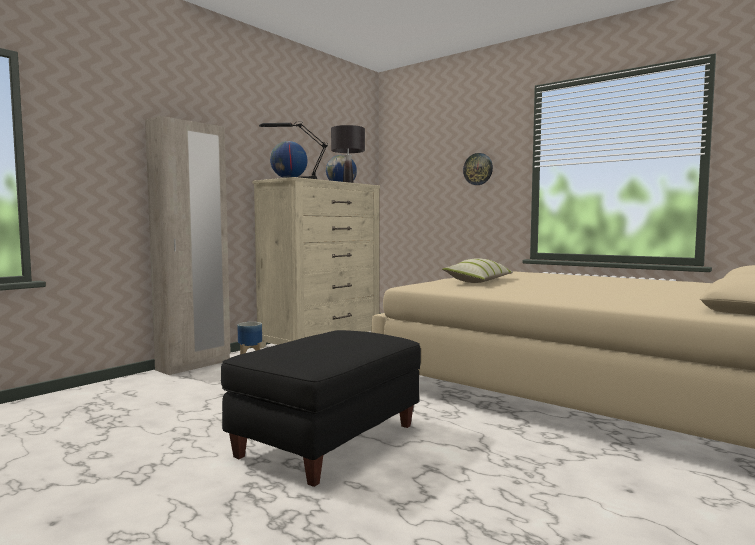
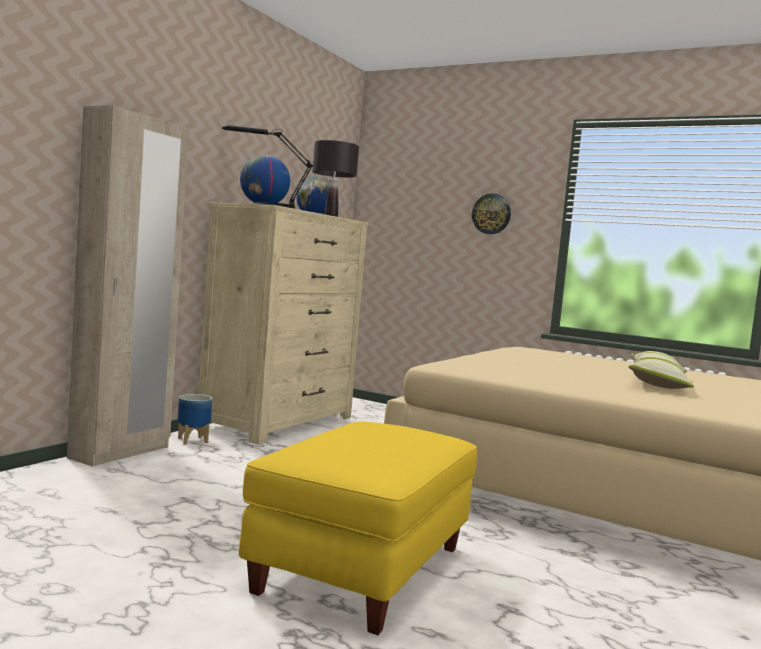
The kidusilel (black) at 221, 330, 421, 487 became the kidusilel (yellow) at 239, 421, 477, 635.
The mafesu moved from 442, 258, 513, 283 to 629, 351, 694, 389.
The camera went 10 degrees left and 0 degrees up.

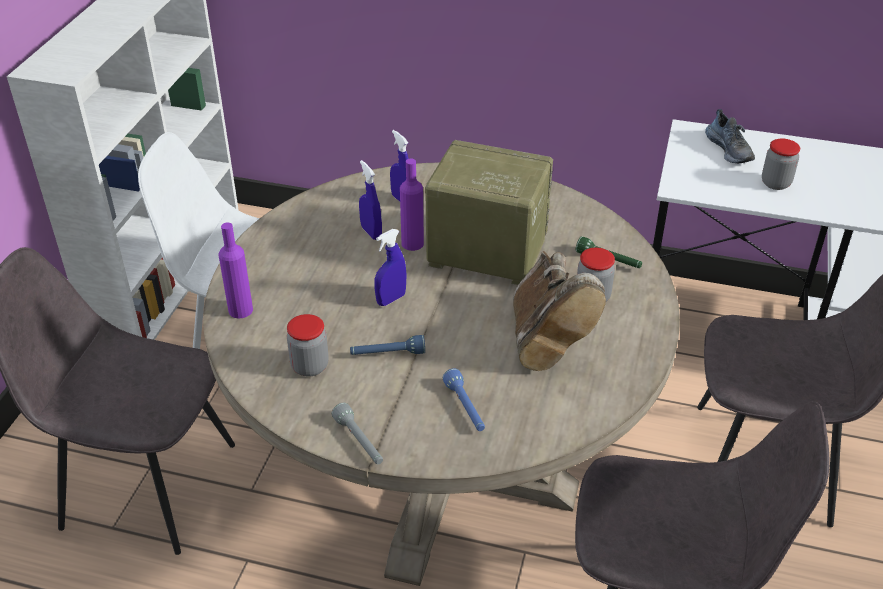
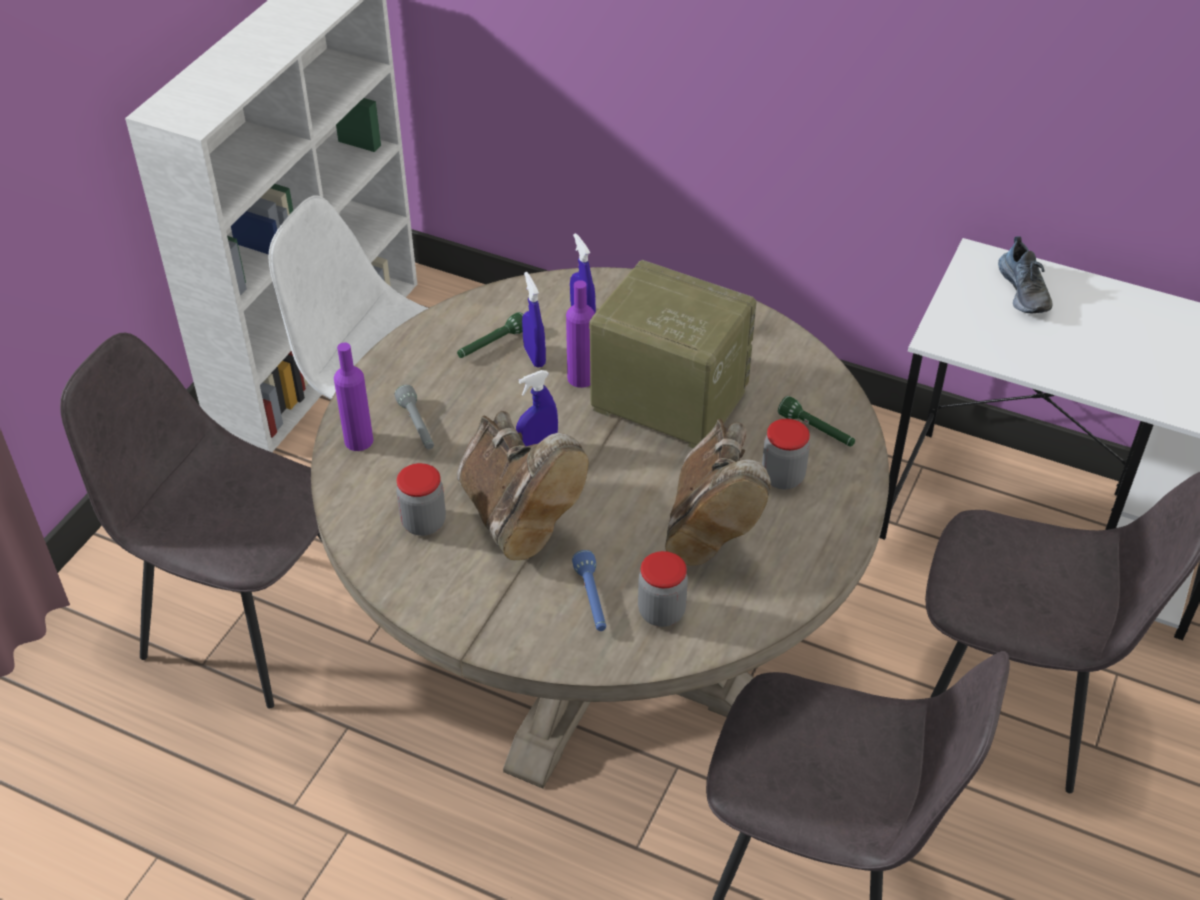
The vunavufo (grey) moved from 332, 402, 383, 464 to 395, 385, 434, 449.
The vunavufo (blue) at 350, 335, 425, 355 was replaced by the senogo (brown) at 457, 411, 589, 560.
The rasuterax moved from 762, 139, 800, 190 to 638, 551, 688, 627.
The vunavufo (green) at 457, 312, 523, 358 appeared.
The camera went 10 degrees right and 5 degrees up.

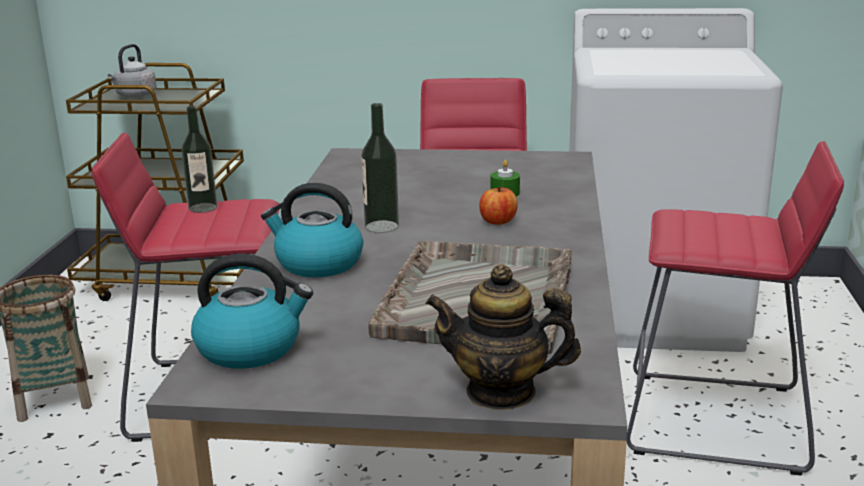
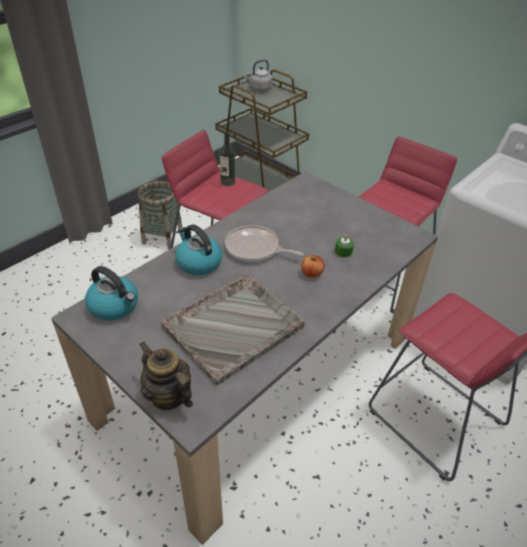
The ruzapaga at 361, 103, 399, 233 was replaced by the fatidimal at 225, 225, 304, 262.
The camera went 35 degrees right and 20 degrees up.

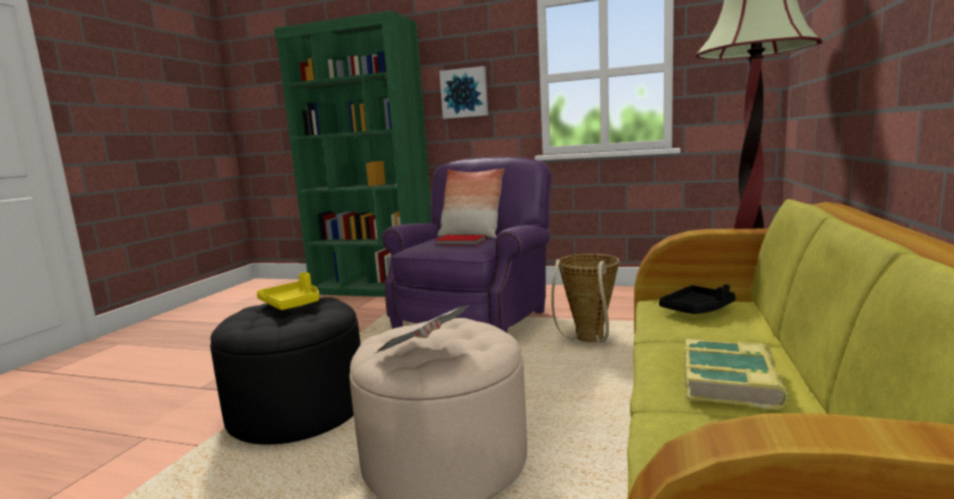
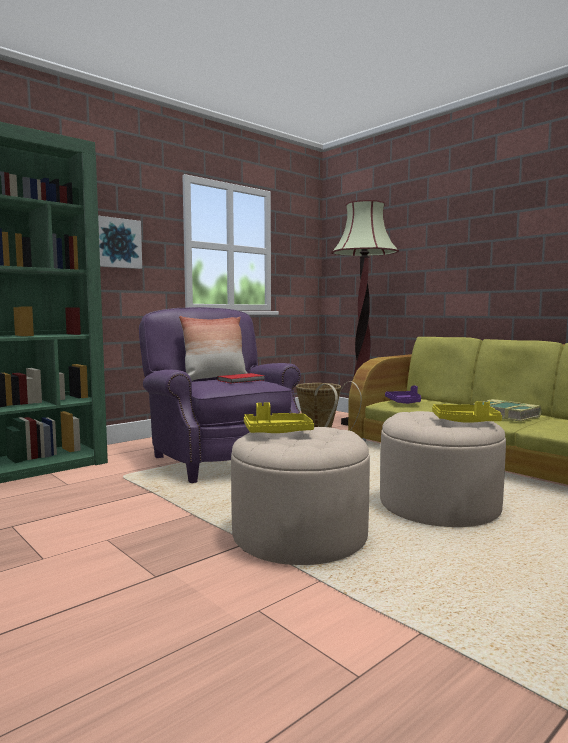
The kidusilel (black) at 210, 297, 361, 445 became the kidusilel (beige) at 231, 427, 370, 565.
The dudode at 376, 305, 469, 353 was replaced by the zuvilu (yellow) at 432, 401, 502, 423.
The zuvilu (black) at 659, 284, 736, 314 became the zuvilu (purple) at 385, 385, 421, 404.
The camera went 60 degrees left and 5 degrees down.

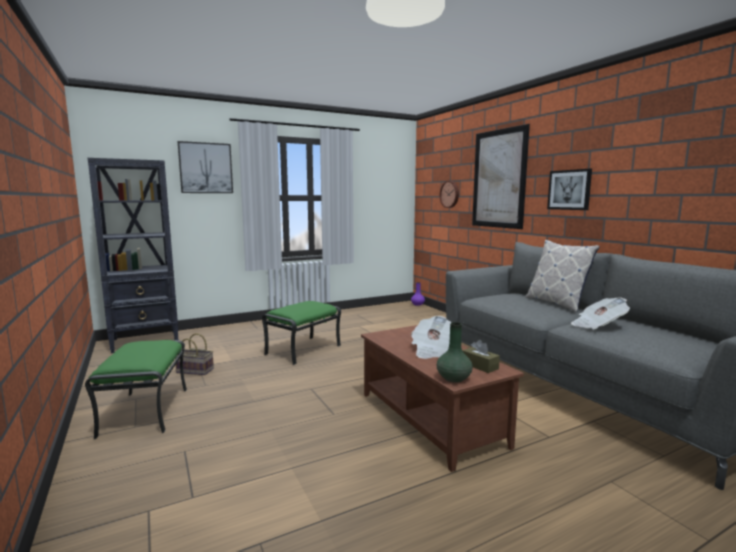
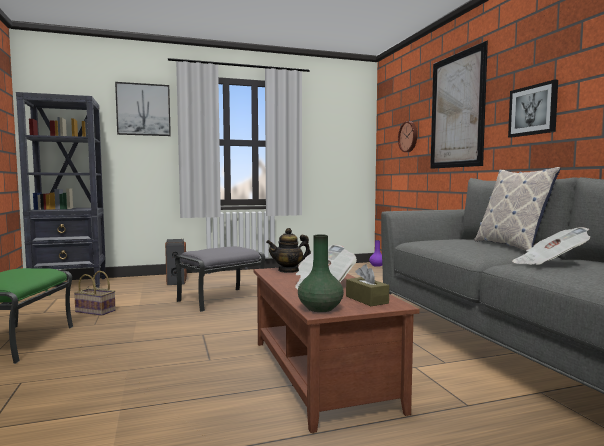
The kidusilel (green) at 262, 301, 341, 365 became the kidusilel (grey) at 175, 246, 265, 312.
The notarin at 165, 239, 187, 285 appeared.
The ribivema at 266, 228, 311, 273 appeared.
The camera went 10 degrees right and 5 degrees down.

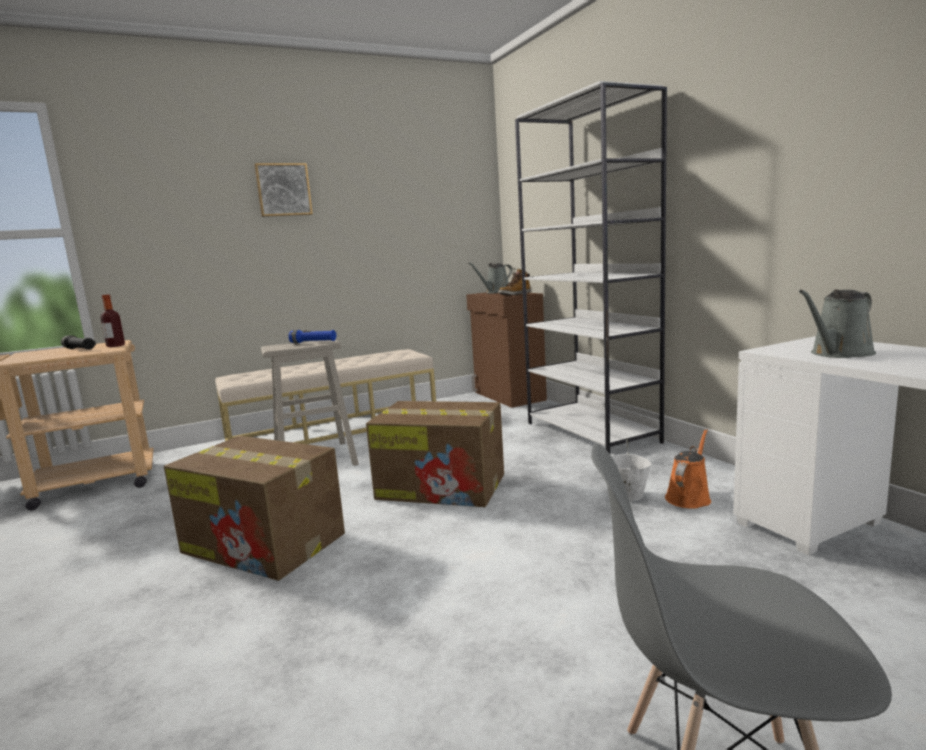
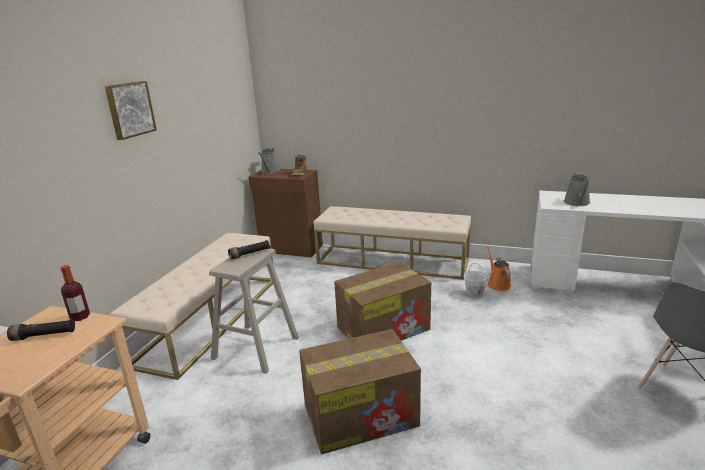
The vunavufo (blue) at 289, 330, 337, 343 became the vunavufo (black) at 228, 240, 270, 260.
The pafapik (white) at 515, 81, 667, 454 was replaced by the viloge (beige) at 314, 206, 471, 280.
The camera went 45 degrees left and 10 degrees up.

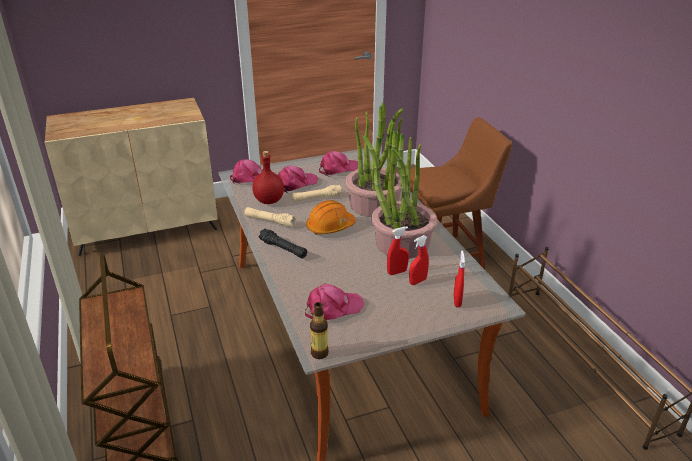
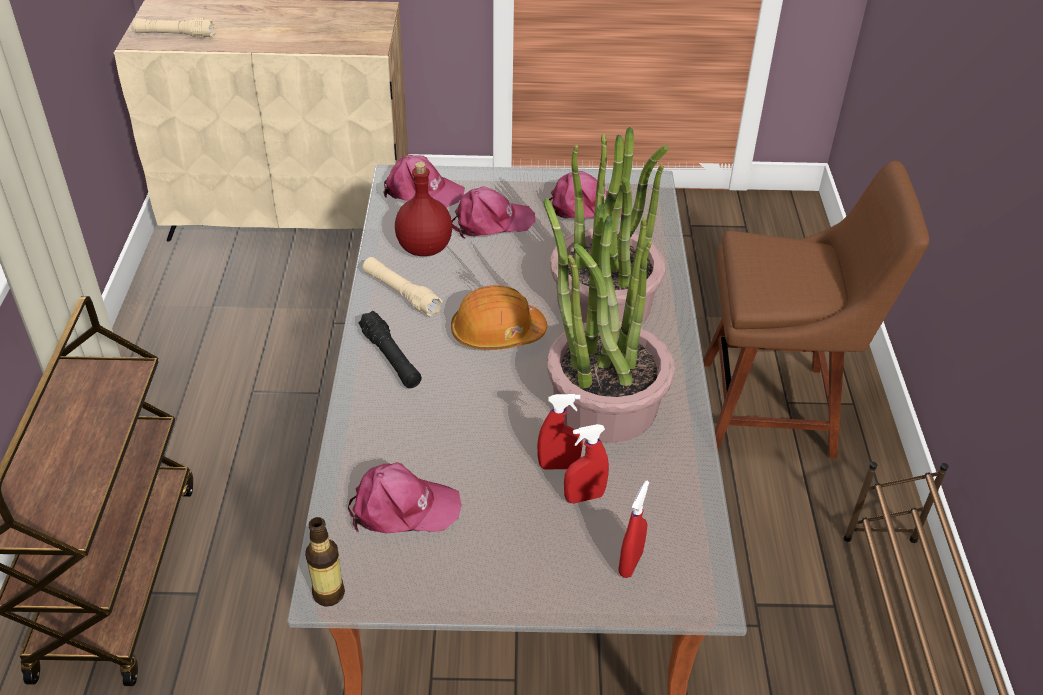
The vunavufo (beige) moved from 292, 185, 342, 202 to 133, 18, 215, 38.
The camera went 20 degrees right and 10 degrees up.

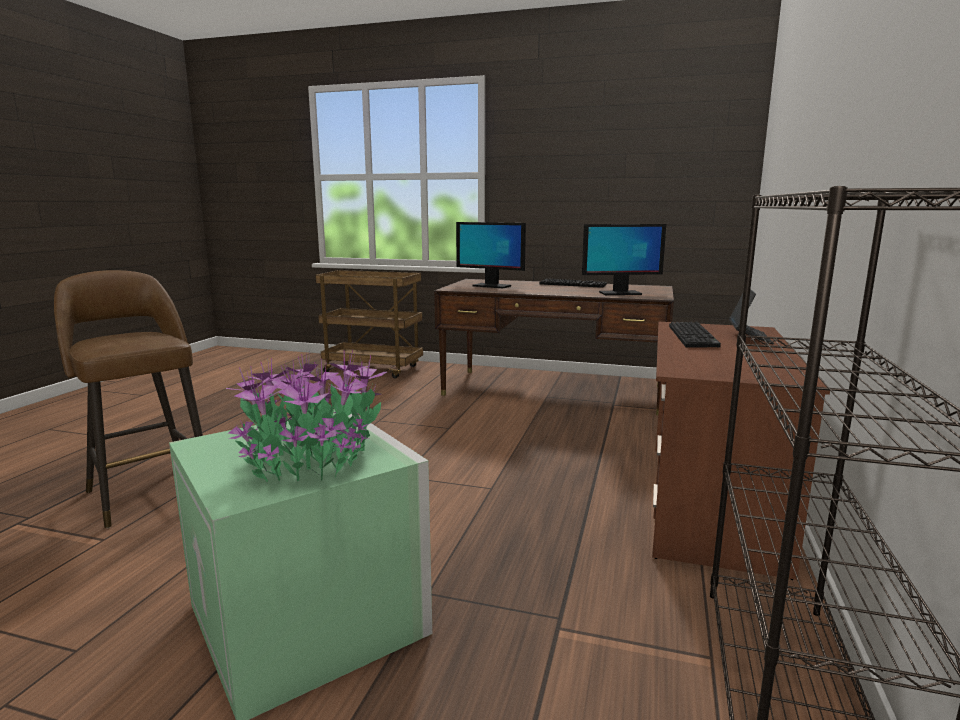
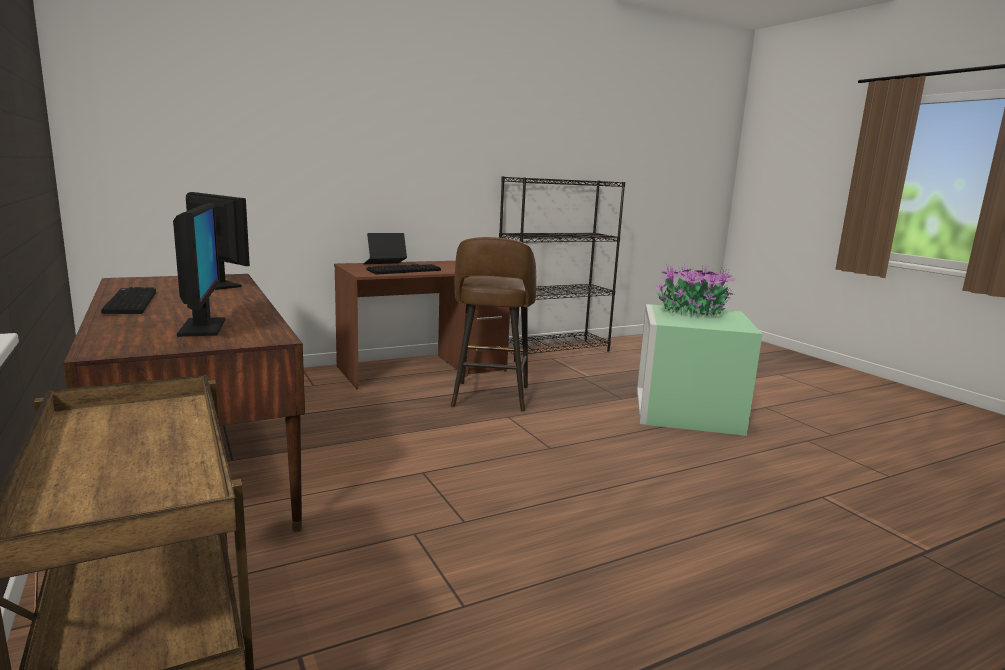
The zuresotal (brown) moved from 54, 270, 203, 528 to 451, 237, 536, 412.
The camera went 135 degrees left and 0 degrees up.

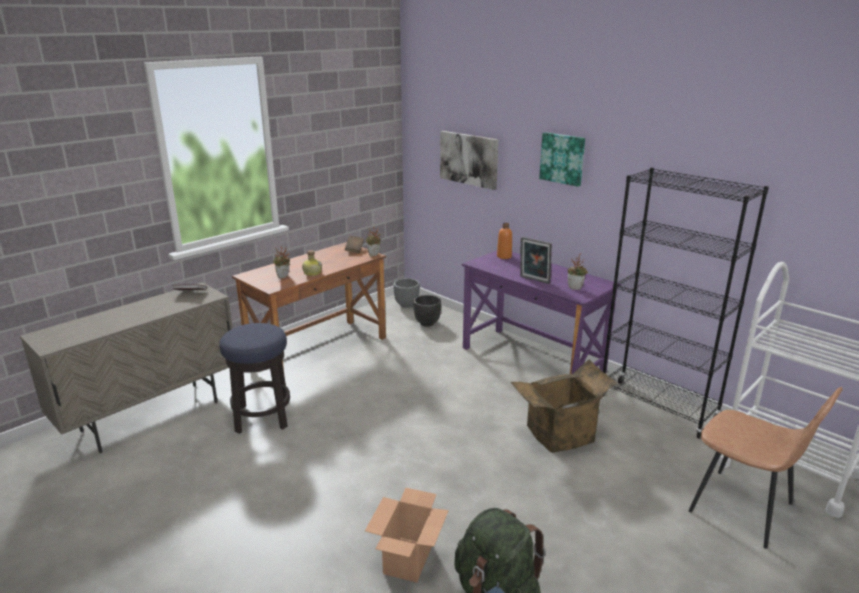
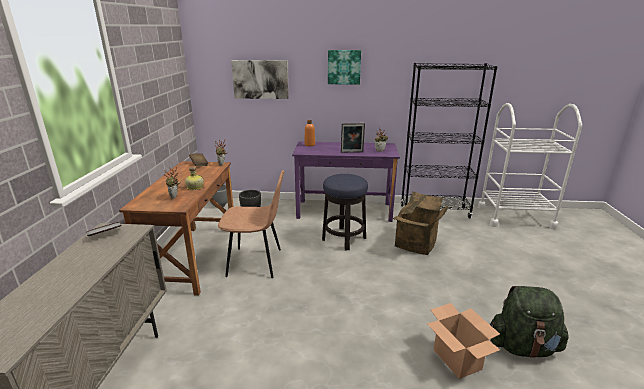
The zuresotal moved from 219, 323, 290, 434 to 322, 174, 368, 250.
The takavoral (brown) moved from 688, 387, 843, 549 to 218, 170, 284, 278.
The camera went 40 degrees left and 0 degrees up.

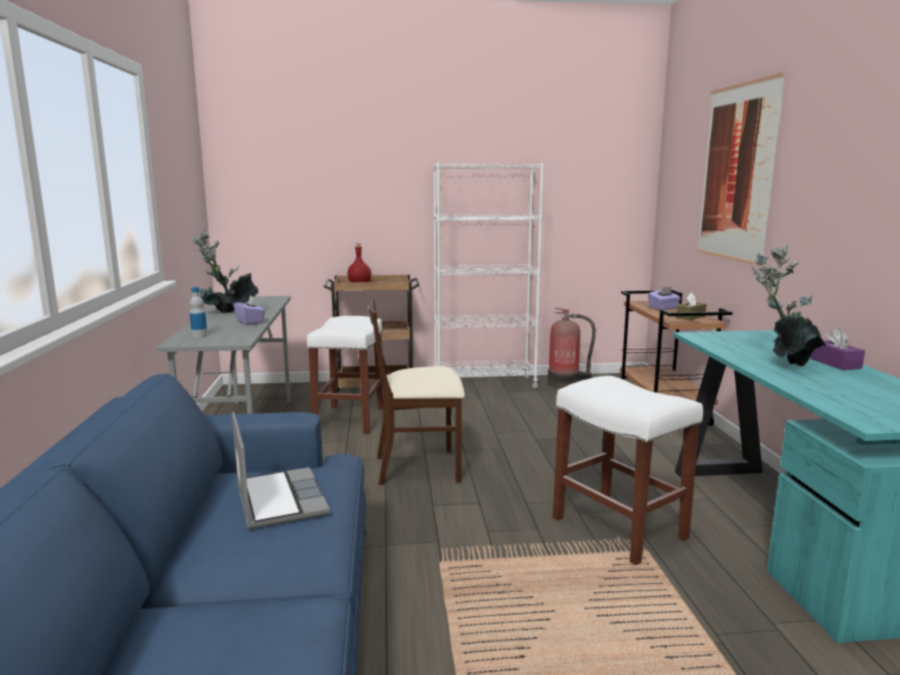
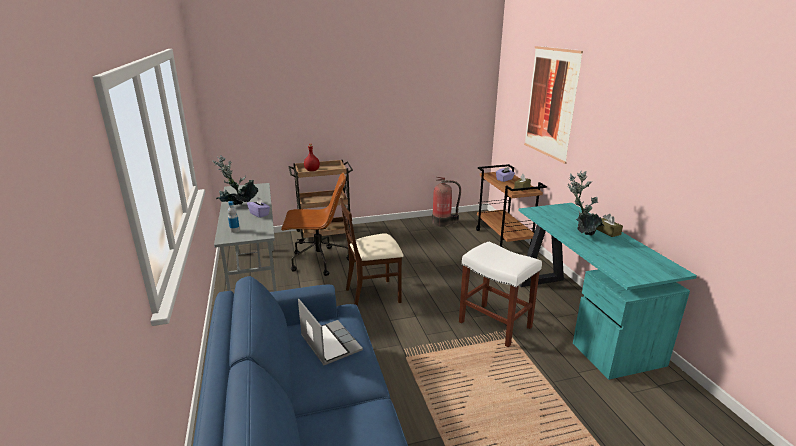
The zuresotal (white) at 307, 316, 383, 434 was replaced by the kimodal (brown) at 281, 173, 349, 276.
The pafapik (white) at 433, 163, 544, 389 disappeared.
The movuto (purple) at 810, 328, 865, 370 became the movuto (brown) at 597, 214, 623, 237.
The camera went 10 degrees left and 10 degrees up.

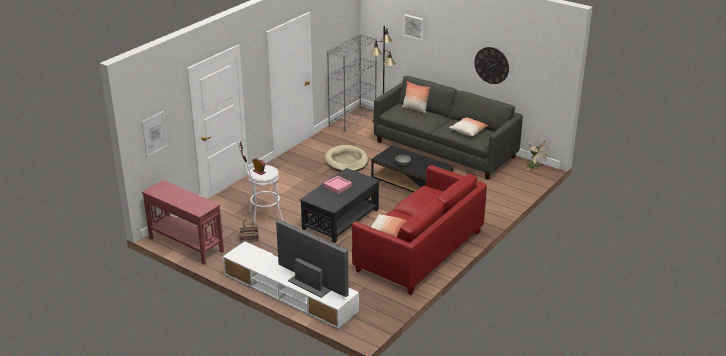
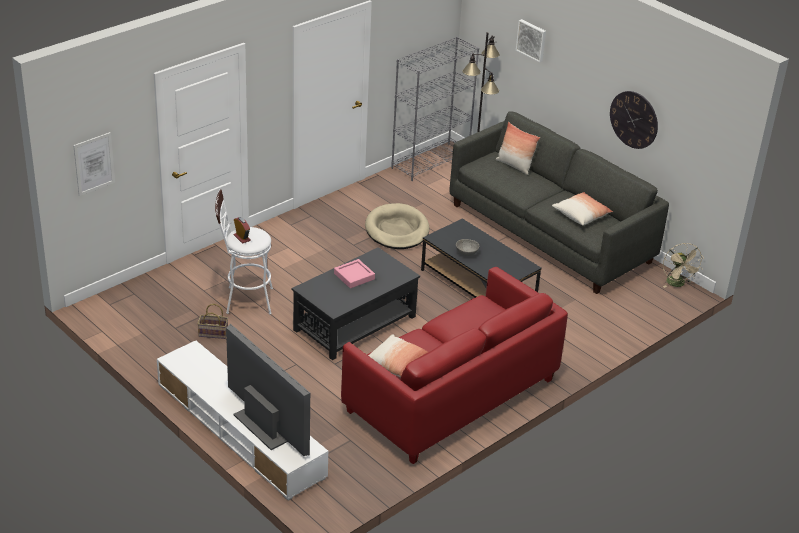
The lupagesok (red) at 142, 180, 224, 265 disappeared.
The camera went 10 degrees right and 5 degrees up.

